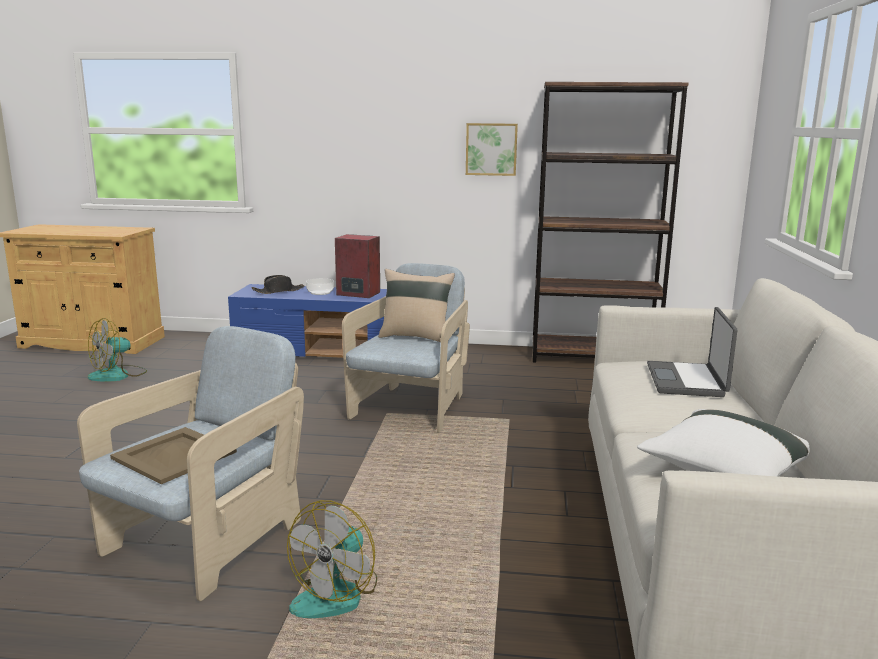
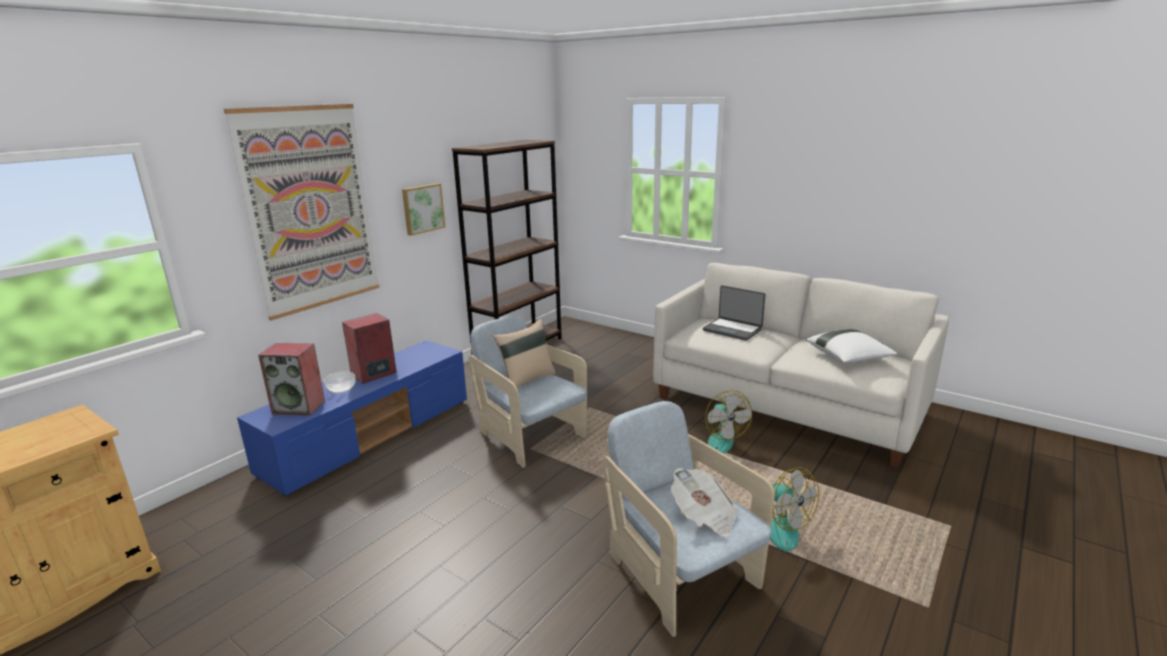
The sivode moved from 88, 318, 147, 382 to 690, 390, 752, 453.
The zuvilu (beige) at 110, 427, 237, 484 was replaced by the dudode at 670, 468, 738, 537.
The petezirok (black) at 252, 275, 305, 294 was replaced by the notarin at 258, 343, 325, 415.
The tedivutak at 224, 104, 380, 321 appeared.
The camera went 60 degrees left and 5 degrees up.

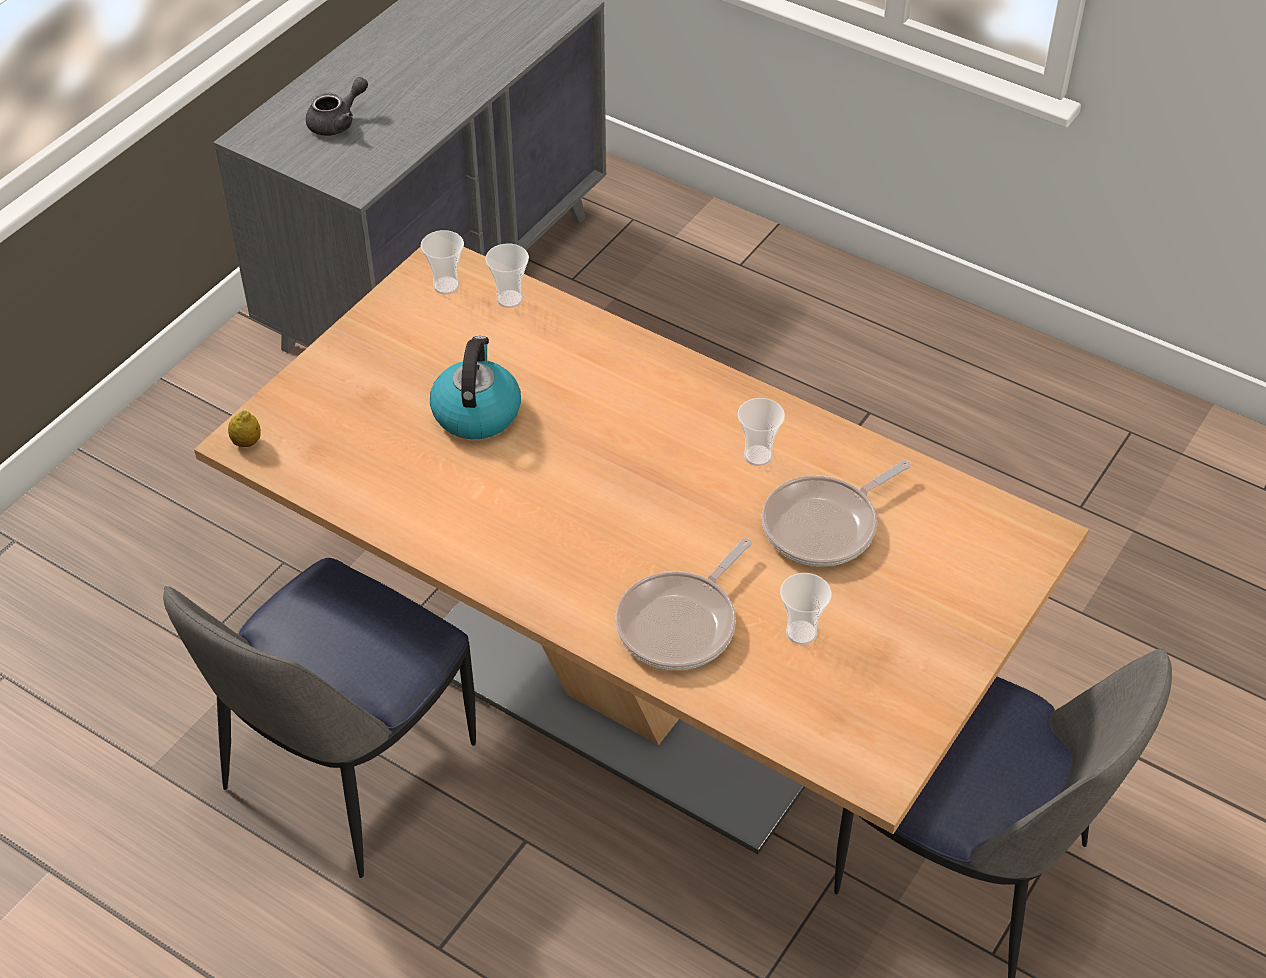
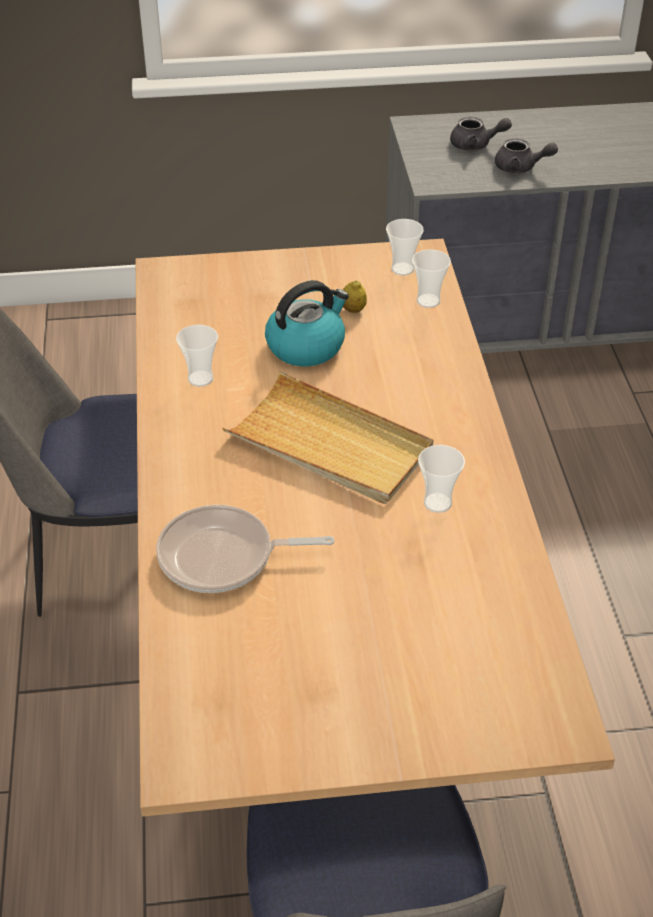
The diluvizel moved from 228, 410, 261, 447 to 343, 280, 367, 313.
The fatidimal at 762, 460, 911, 566 disappeared.
The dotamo moved from 780, 573, 831, 645 to 176, 325, 218, 387.
The zuvilu (beige) at 222, 371, 433, 504 appeared.
The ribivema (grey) at 495, 138, 558, 173 appeared.
The camera went 50 degrees right and 5 degrees down.

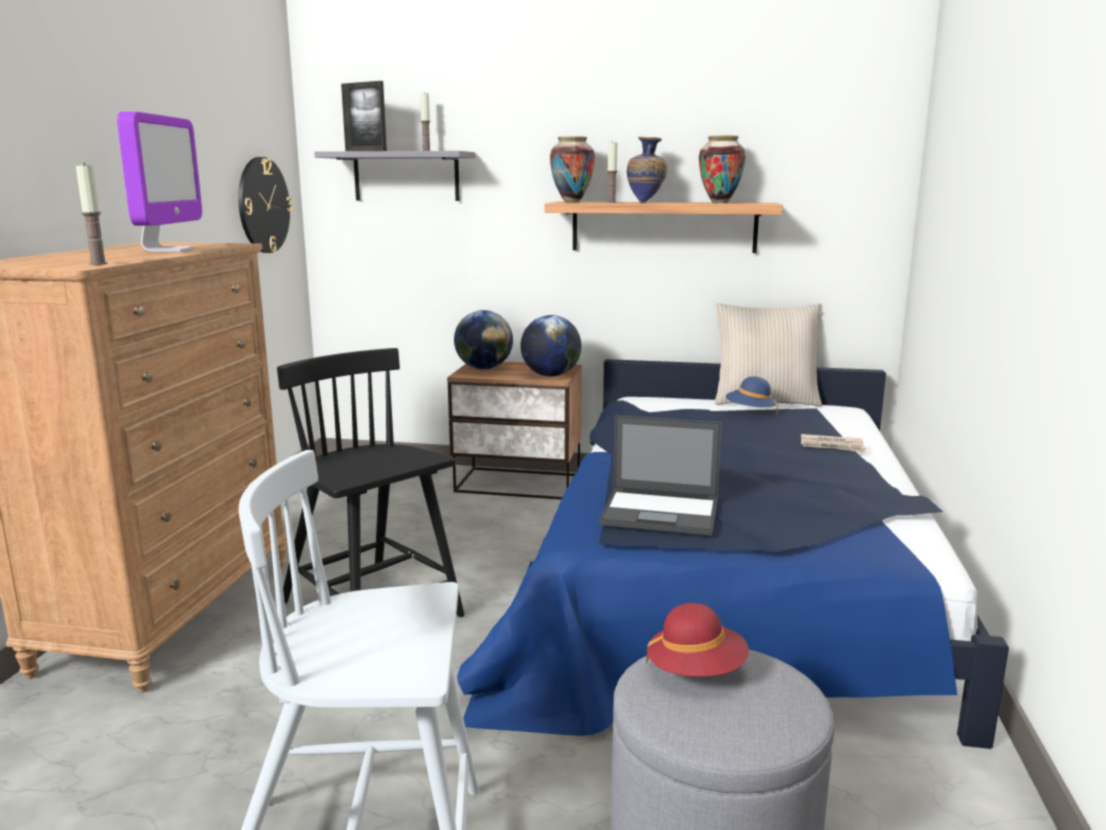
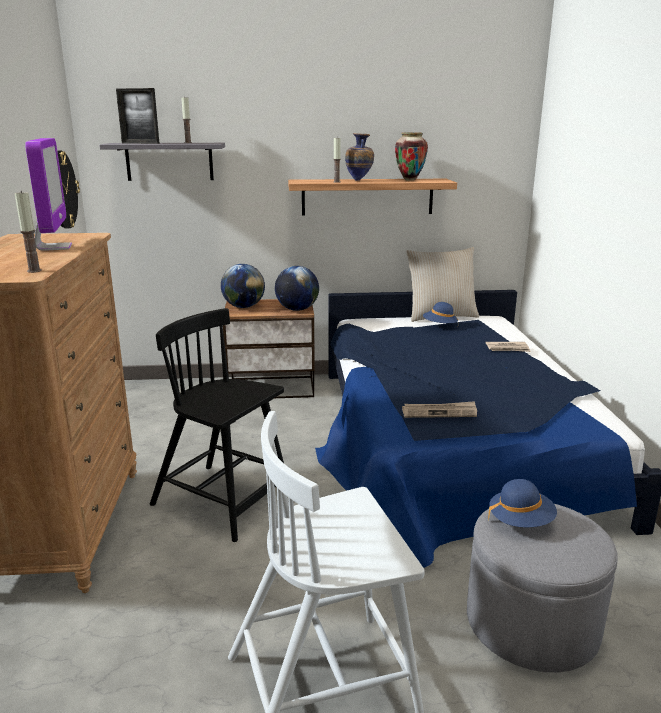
The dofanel at 550, 136, 595, 202 disappeared.
The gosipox at 599, 415, 722, 535 was replaced by the dudode at 402, 401, 477, 418.
The petezirok (red) at 646, 603, 749, 677 became the petezirok (blue) at 488, 479, 557, 528.
The camera went 15 degrees left and 5 degrees up.

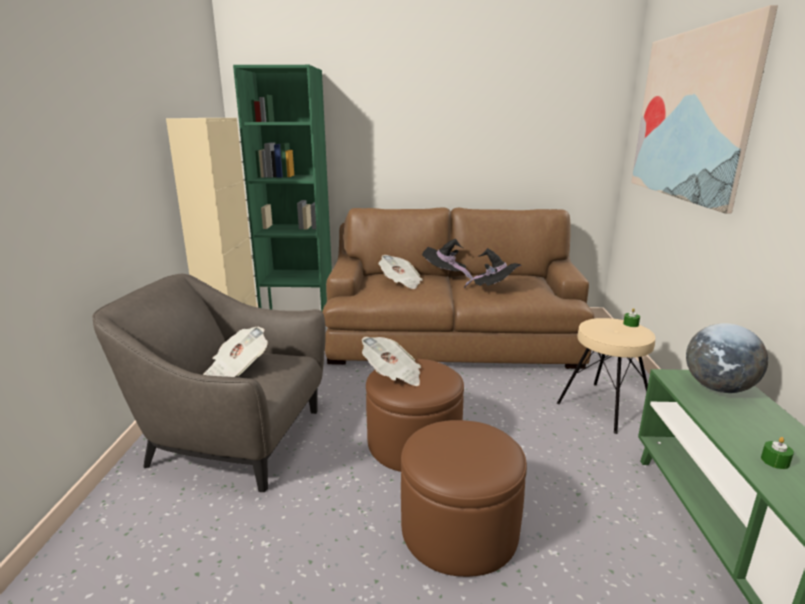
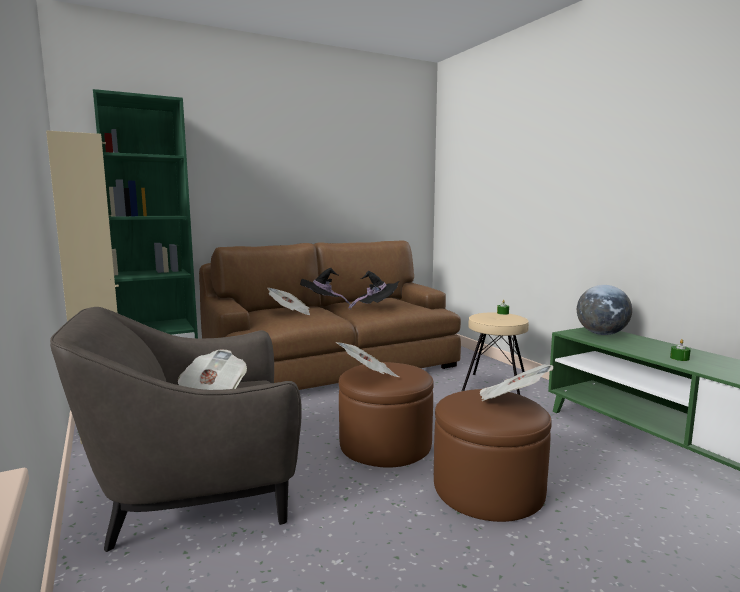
The tedivutak at 631, 5, 778, 213 disappeared.
The dudode at 480, 364, 553, 401 appeared.
The camera went 30 degrees left and 10 degrees down.

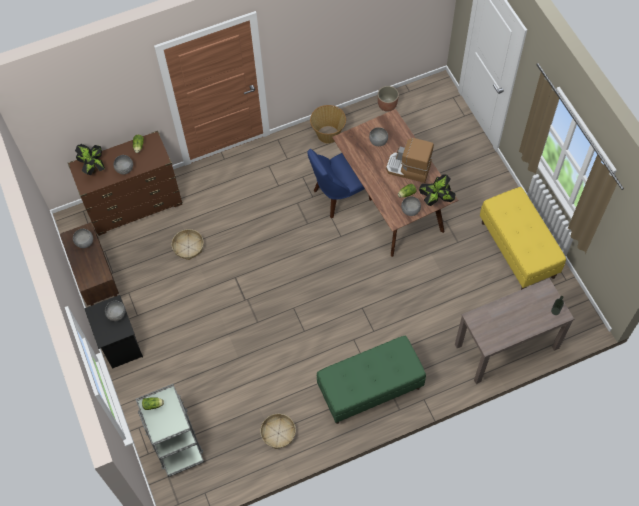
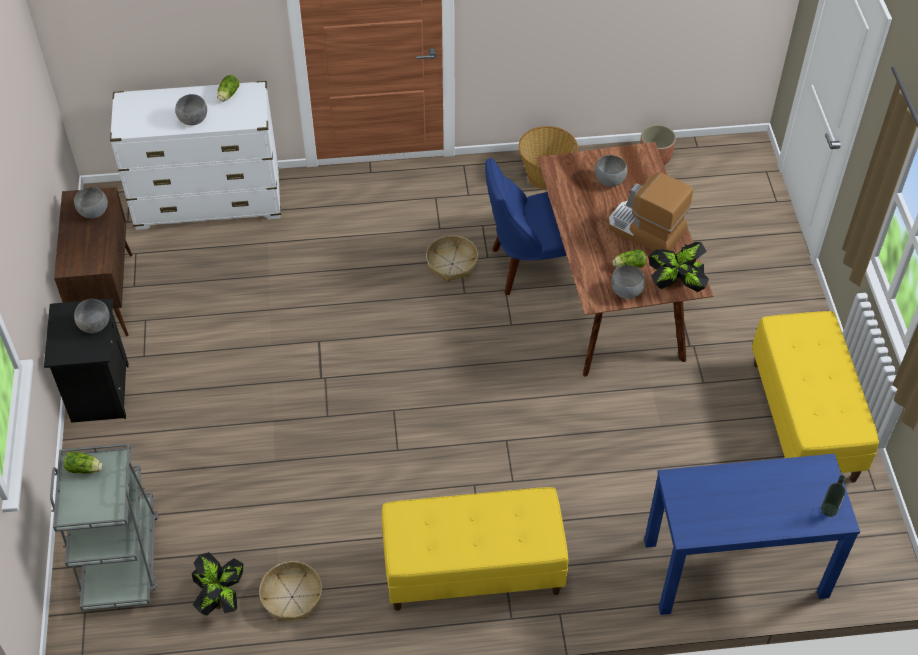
The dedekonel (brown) at 68, 131, 183, 236 became the dedekonel (white) at 110, 81, 281, 230.
The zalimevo moved from 75, 144, 105, 175 to 192, 552, 244, 616.
The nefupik moved from 171, 229, 204, 260 to 426, 235, 478, 282.
The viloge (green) at 317, 335, 426, 424 became the viloge (yellow) at 382, 487, 569, 611.
The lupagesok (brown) at 455, 278, 574, 384 became the lupagesok (blue) at 644, 454, 860, 615.
The camera went 15 degrees right and 10 degrees down.

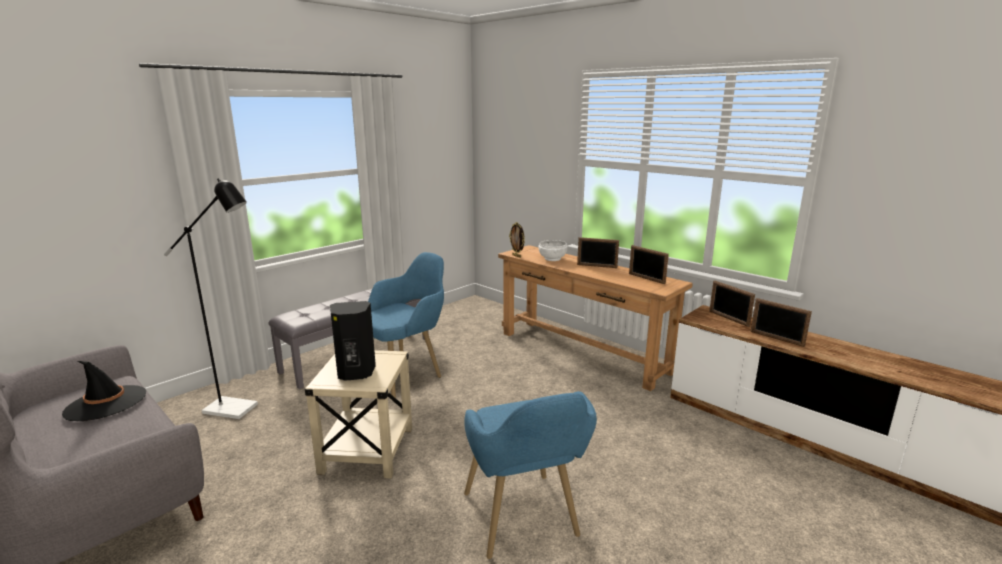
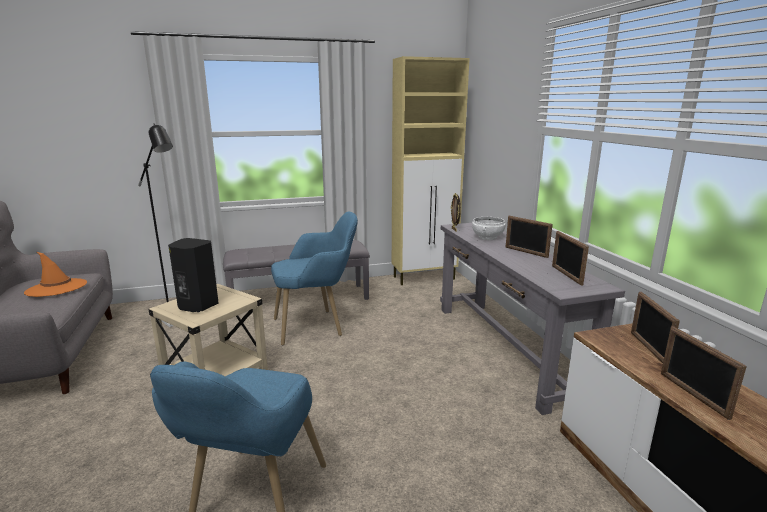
The petezirok (black) at 62, 361, 146, 421 became the petezirok (orange) at 24, 252, 87, 297.
The lupagesok (brown) at 498, 245, 693, 391 became the lupagesok (grey) at 440, 223, 625, 415.
The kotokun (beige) at 392, 56, 470, 285 appeared.
The camera went 30 degrees right and 0 degrees up.

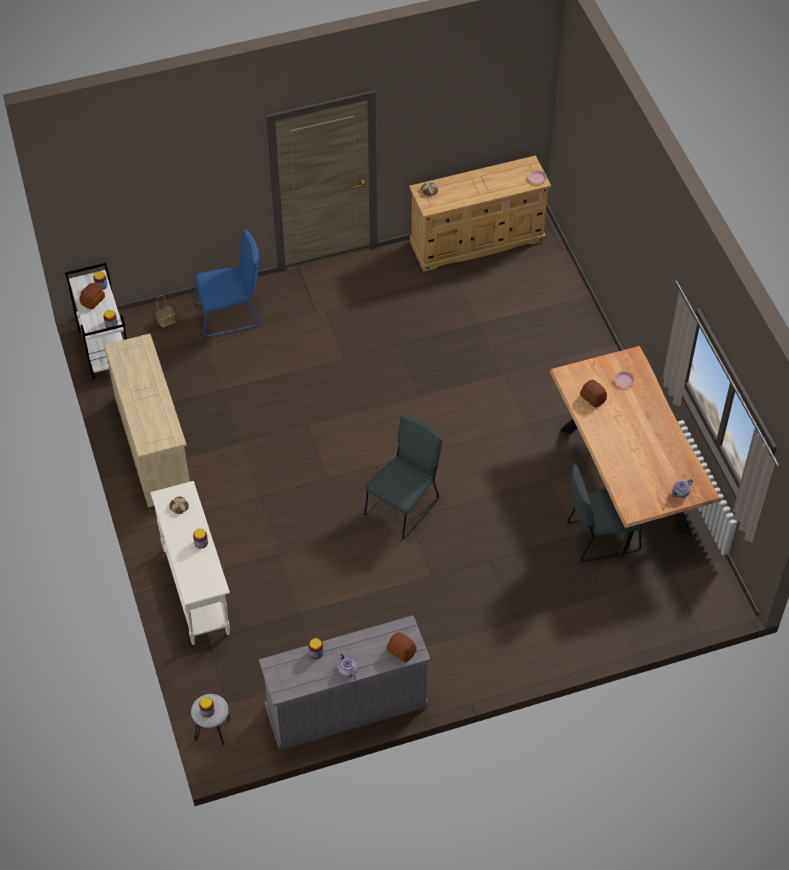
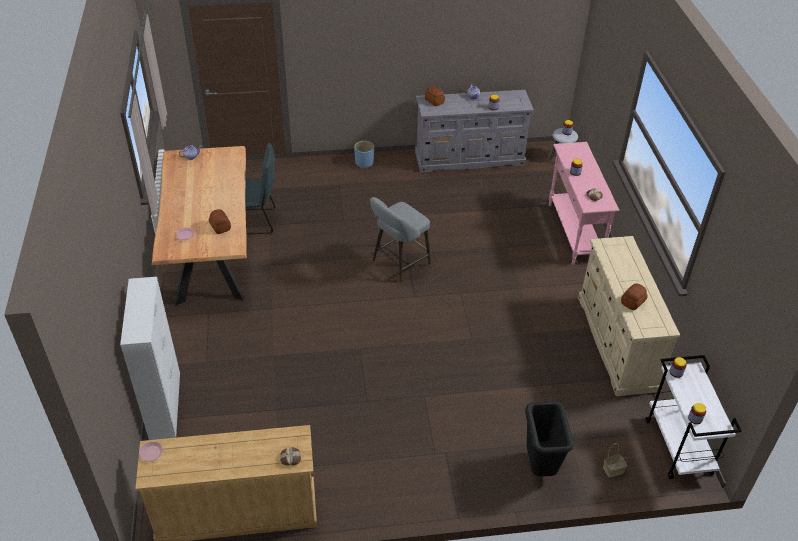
The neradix moved from 79, 283, 105, 309 to 621, 284, 648, 310.
The lupagesok (white) at 150, 481, 230, 645 became the lupagesok (pink) at 549, 142, 619, 265.
The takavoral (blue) at 195, 230, 260, 337 was replaced by the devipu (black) at 525, 401, 574, 476.
The takavoral (grey) at 364, 415, 443, 539 was replaced by the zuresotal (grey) at 370, 197, 431, 283.
The kotokun (white) at 120, 277, 180, 440 appeared.
The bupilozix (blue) at 354, 141, 374, 168 appeared.
The camera went 170 degrees left and 10 degrees down.

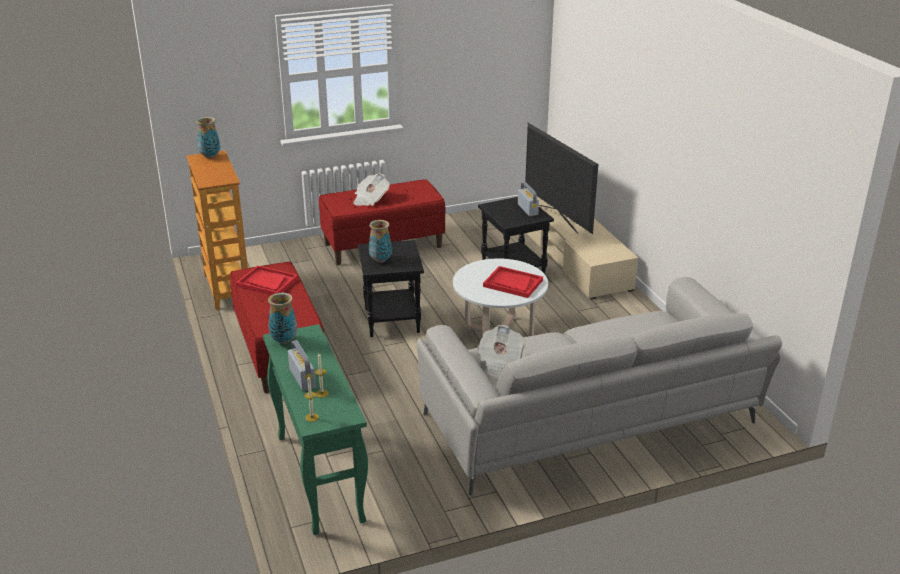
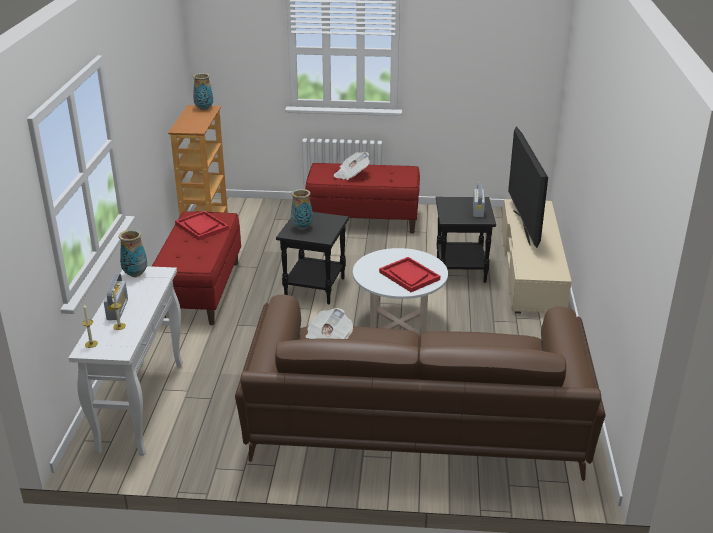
The lupagesok (green) at 263, 324, 368, 535 became the lupagesok (white) at 69, 266, 183, 456.
The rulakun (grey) at 417, 277, 782, 495 became the rulakun (brown) at 235, 295, 606, 481.
The camera went 25 degrees right and 0 degrees up.

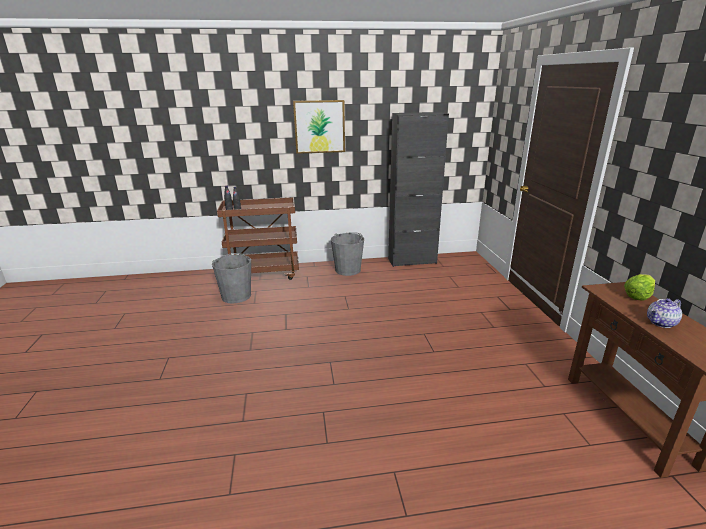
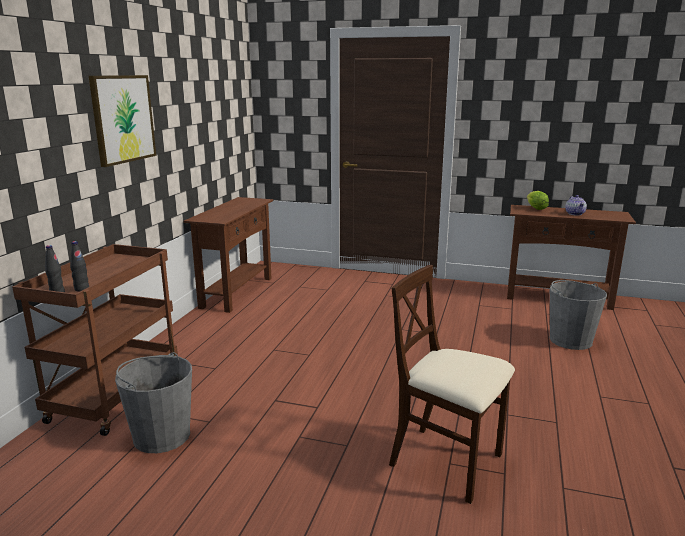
The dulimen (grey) moved from 331, 232, 364, 276 to 549, 280, 607, 350.
The kotokun (black) at 388, 112, 449, 267 was replaced by the lupagesok (brown) at 184, 197, 273, 313.
The takavoral (beige) at 389, 265, 515, 504 appeared.
The camera went 65 degrees left and 5 degrees down.

